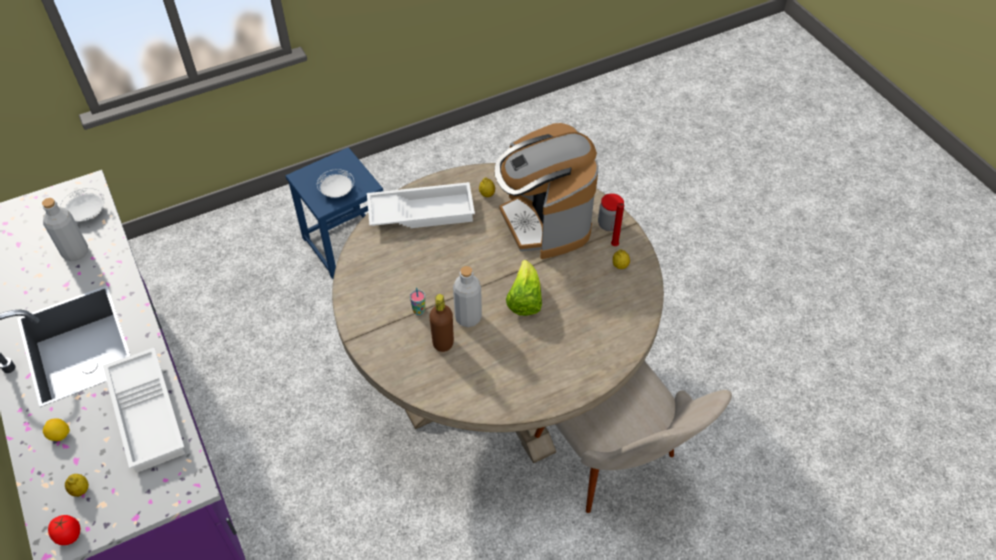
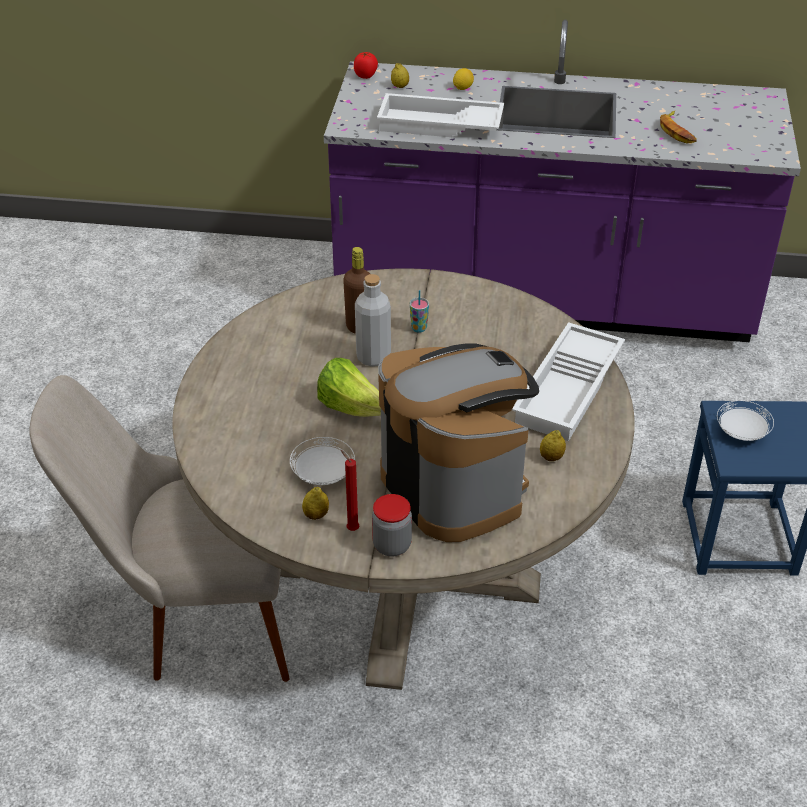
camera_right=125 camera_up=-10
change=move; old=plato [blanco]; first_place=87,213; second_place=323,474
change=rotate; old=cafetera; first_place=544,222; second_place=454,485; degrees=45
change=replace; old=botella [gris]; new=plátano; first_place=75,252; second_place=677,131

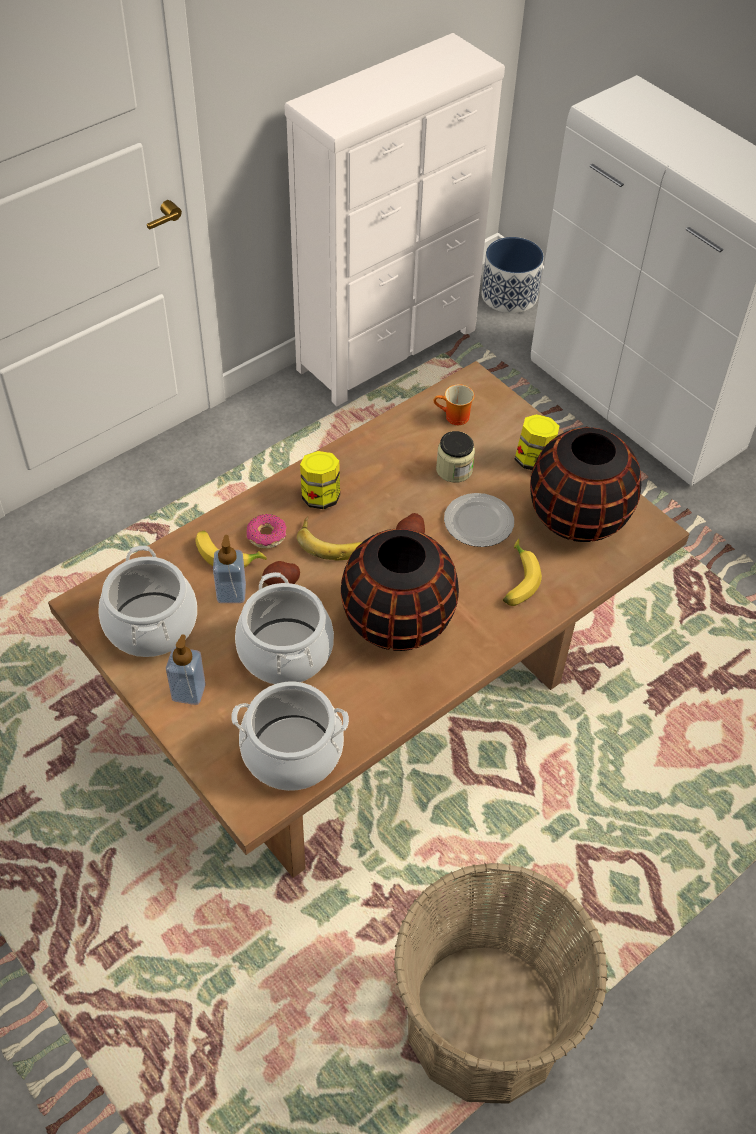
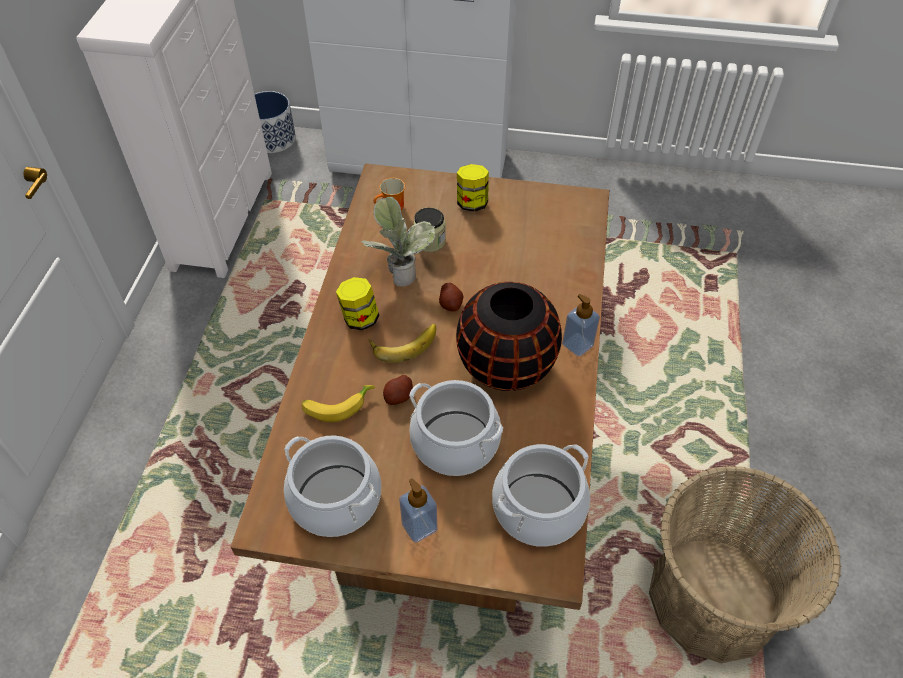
camera_right=-40 camera_up=0
change=insert; new=planta en maceta; second_place=399,272
change=move; old=dispensador de jabón; first_place=231,593; second_place=577,345
change=delete; old=rosquilla; first_place=266,536
change=delete; old=plato; first_place=478,522
change=delete; old=plátano; first_place=516,580
change=delete; old=florero [negro]; first_place=577,518

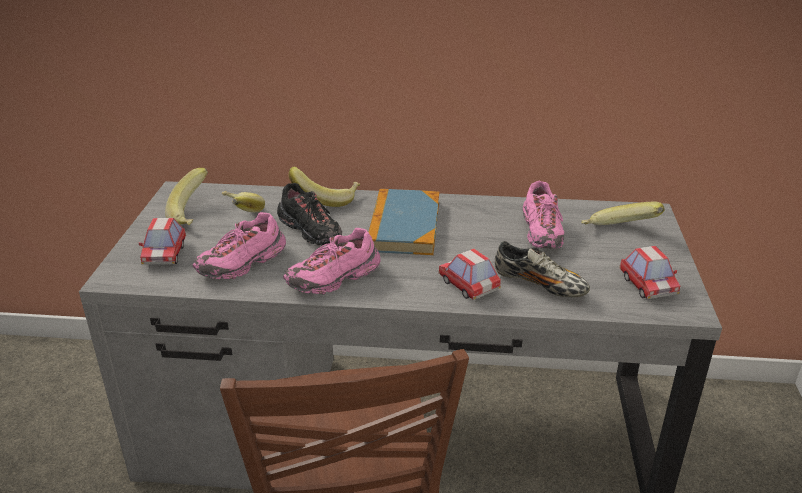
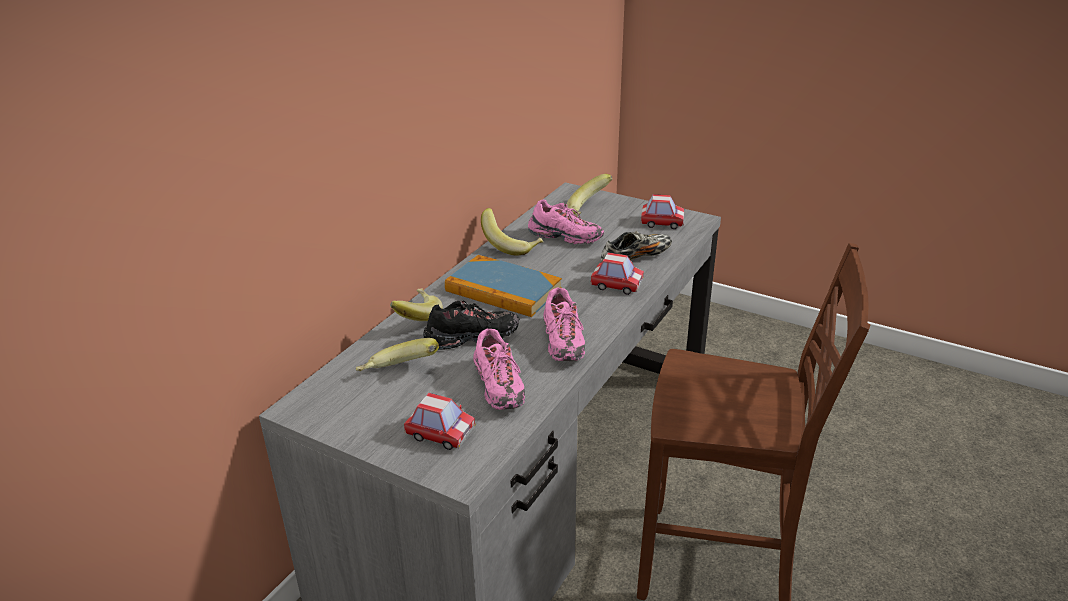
camera_right=-65 camera_up=0
change=move; old=plátano; first_place=194,215; second_place=511,245
change=rotate; old=coche de juguete; first_place=468,286; second_place=617,285; degrees=-150

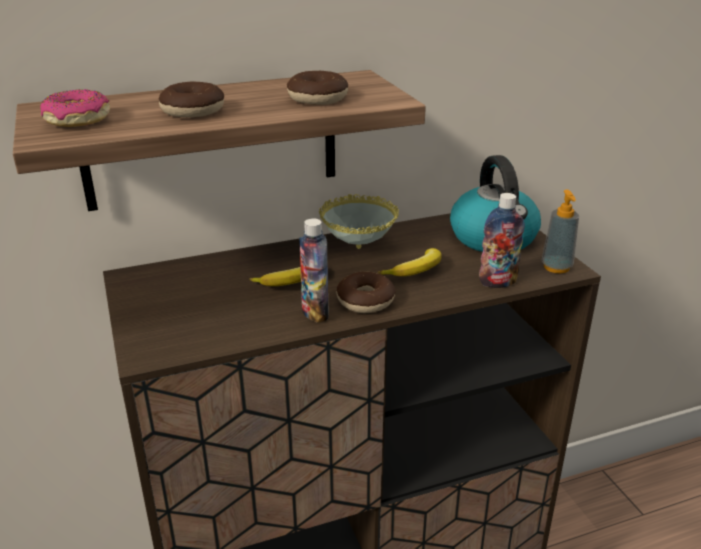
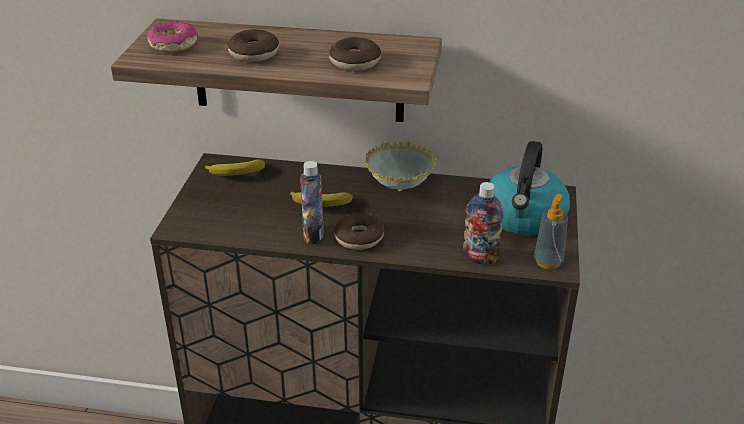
camera_right=30 camera_up=5
change=move; old=plátano; first_place=416,271; second_place=236,174

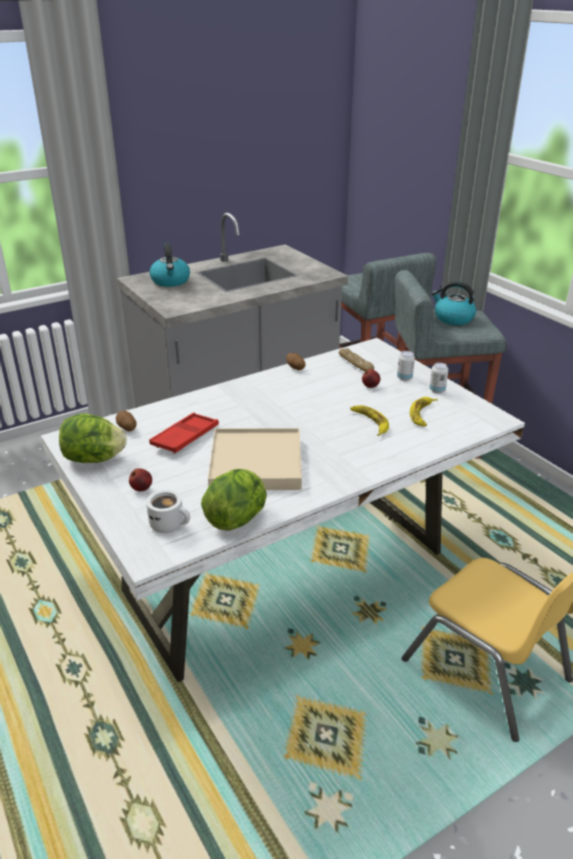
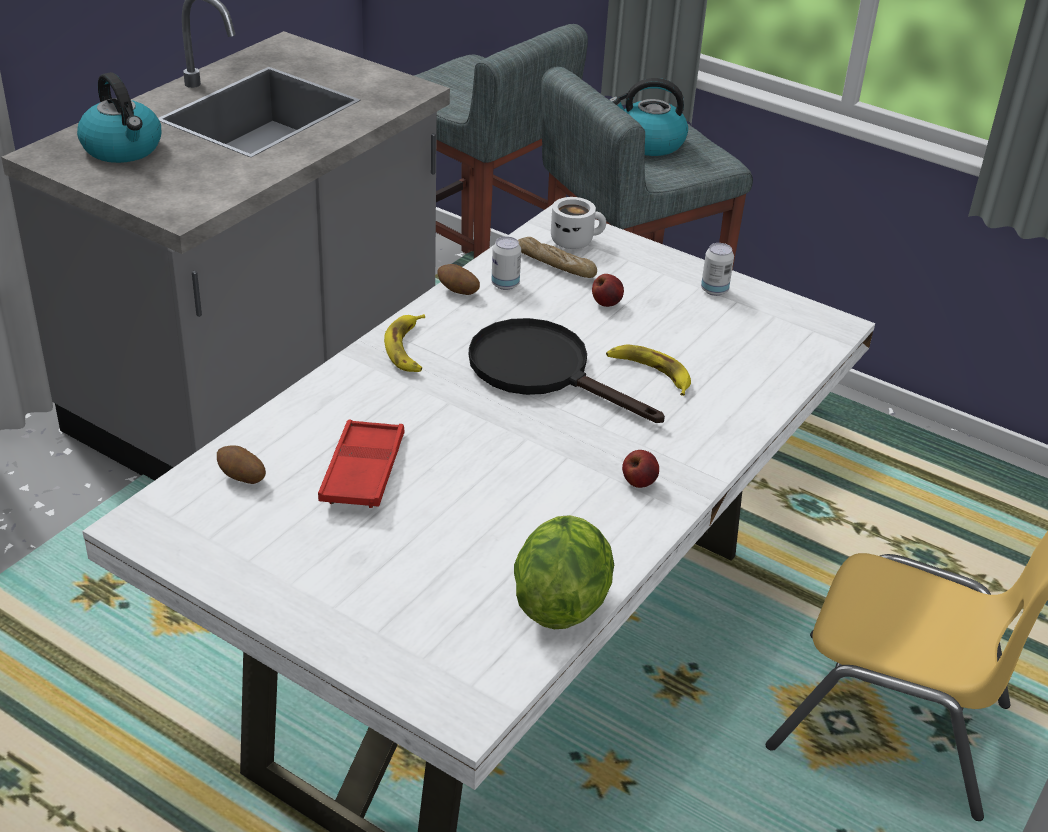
camera_right=-25 camera_up=5
change=move; old=plátano; first_place=423,414; second_place=408,349
change=insert; new=sartén [negro]; second_place=543,371
change=move; old=lata; first_place=404,378; second_place=505,284
change=move; old=taza grande [blanco]; first_place=170,524; second_place=575,240
change=move; old=manzana; first_place=141,488; second_place=638,482
change=delete; old=lechuga; first_place=94,459
change=delete; old=bandeja [beis]; first_place=256,463

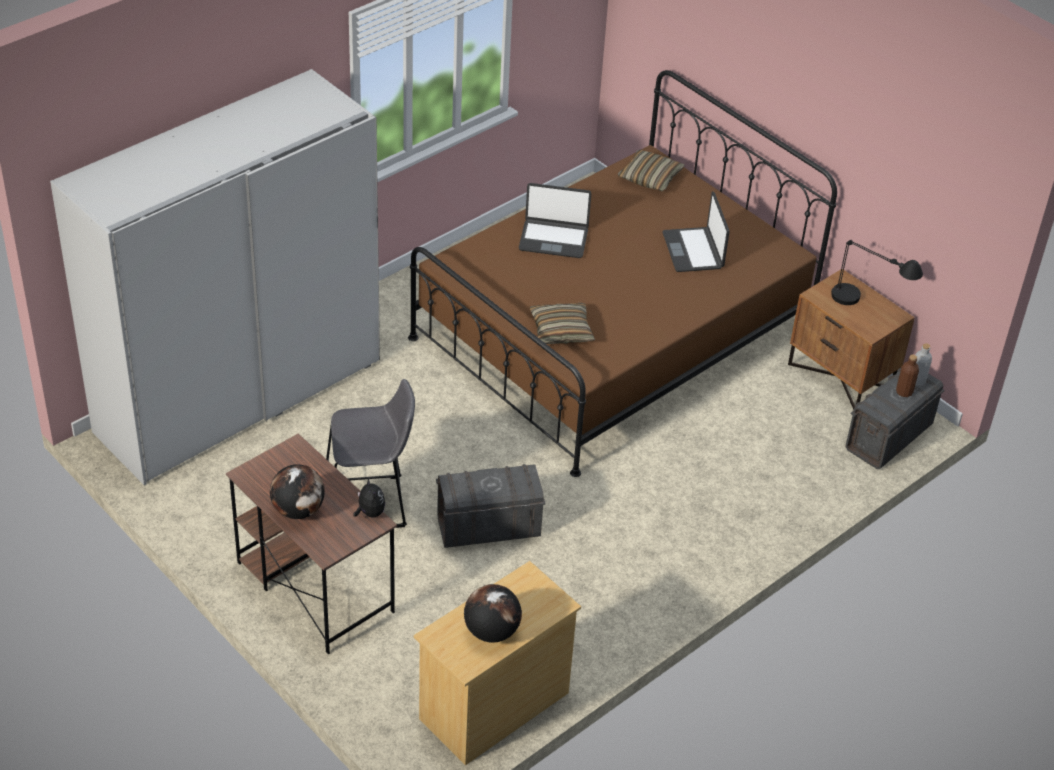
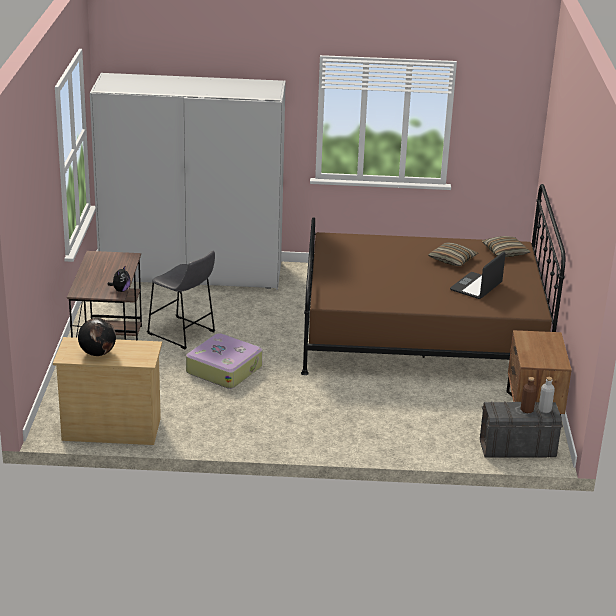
camera_right=45 camera_up=-15
change=replace; old=caja de almacenaje [gris]; new=maleta; first_place=488,527; second_place=224,369
change=move; old=cojín; first_place=561,331; second_place=452,260
change=delete; old=globo terráqueo; first_place=298,510
change=delete; old=portátil; first_place=553,239
change=delete; old=lámpara de mesa [negro]; first_place=868,306

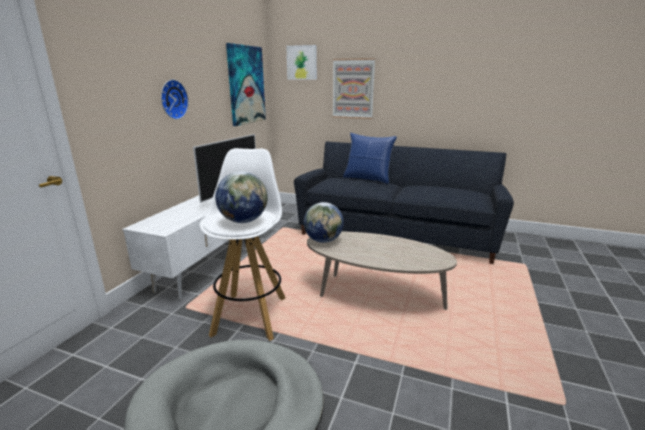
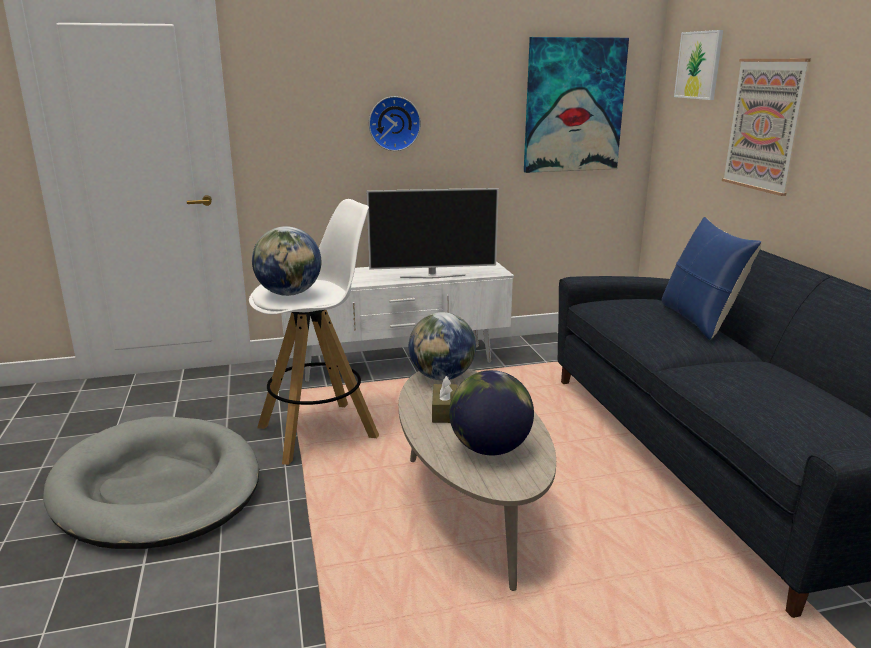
camera_right=55 camera_up=0
change=insert; new=caja de pañuelos [marrón]; second_place=444,411
change=insert; new=globo terráqueo; second_place=489,448

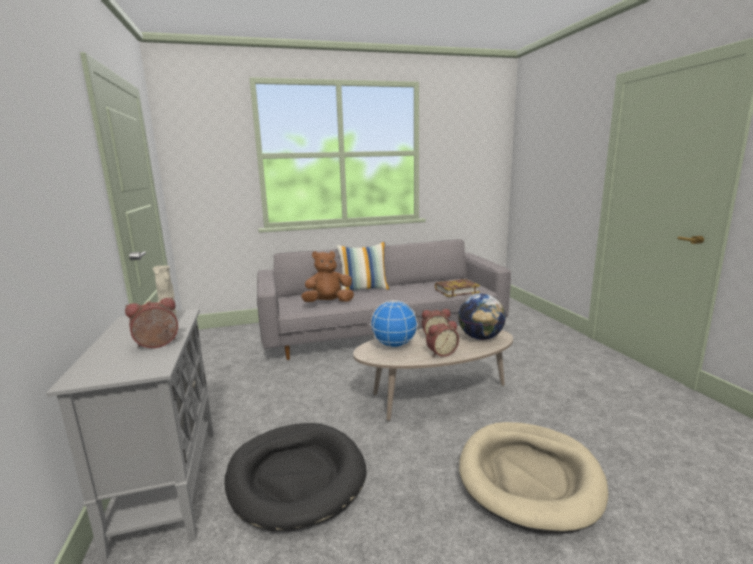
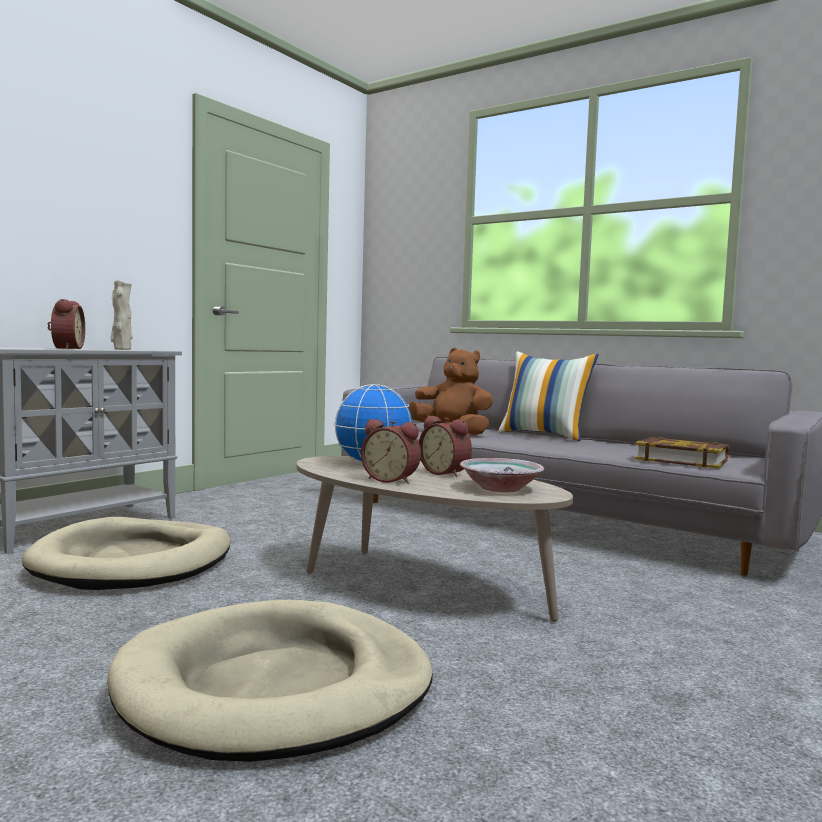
camera_right=50 camera_up=-10
change=recolor; old=cama para perro [negro]; new=cama para perro [beis]; first_place=296,477; second_place=134,562
change=rotate; old=despertador; first_place=157,345; second_place=65,348; degrees=60
change=replace; old=globo terráqueo; new=cuenco; first_place=480,338; second_place=500,488

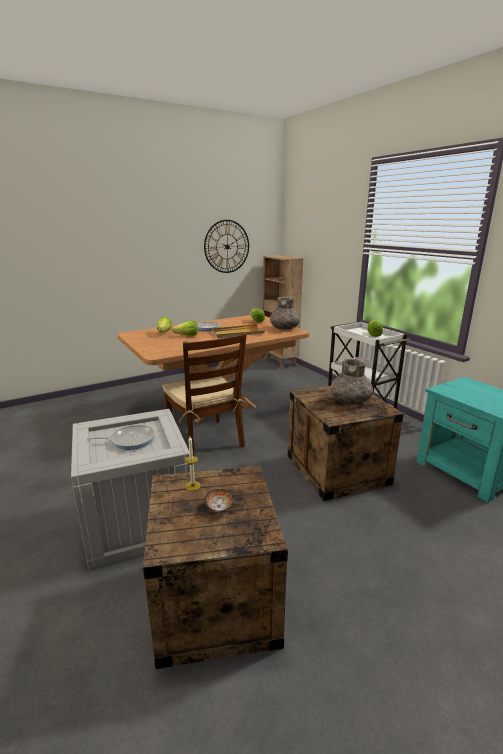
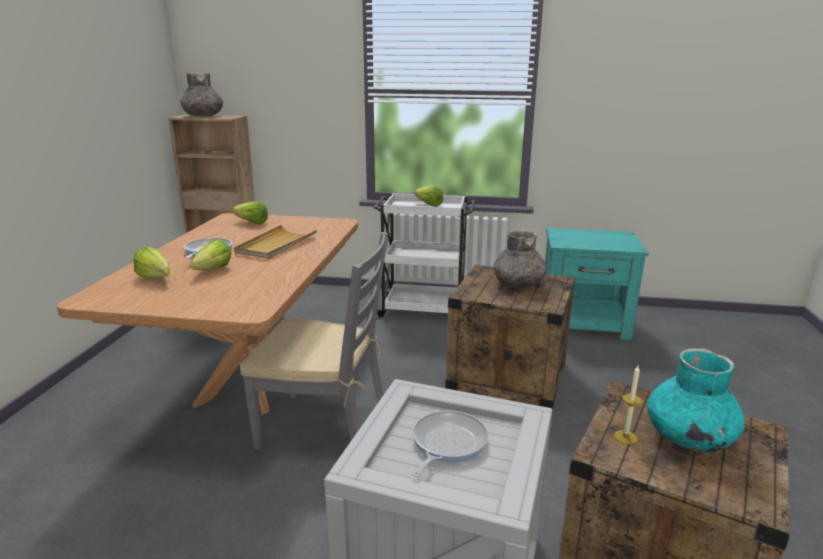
camera_right=-50 camera_up=0
change=move; old=florero [gris]; first_place=284,328; second_place=203,116
change=recolor; old=silla [marrón]; new=silla [gris]; first_place=206,440; second_place=325,426
change=replace; old=cuenco; new=florero [turquesa]; first_place=219,507; second_place=688,437
change=delete; old=reloj de pared; first_place=227,246

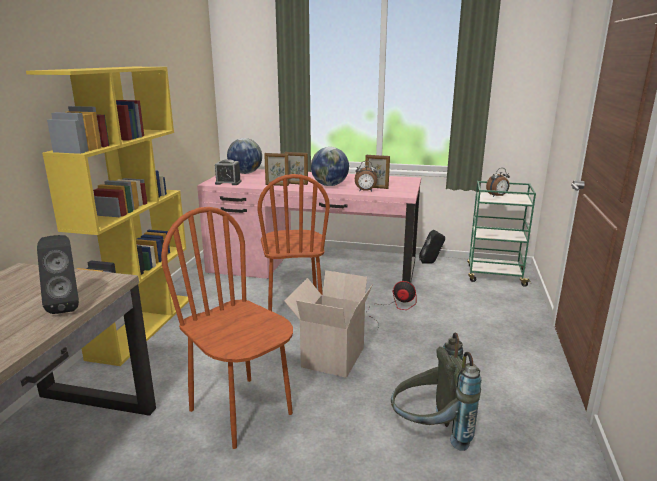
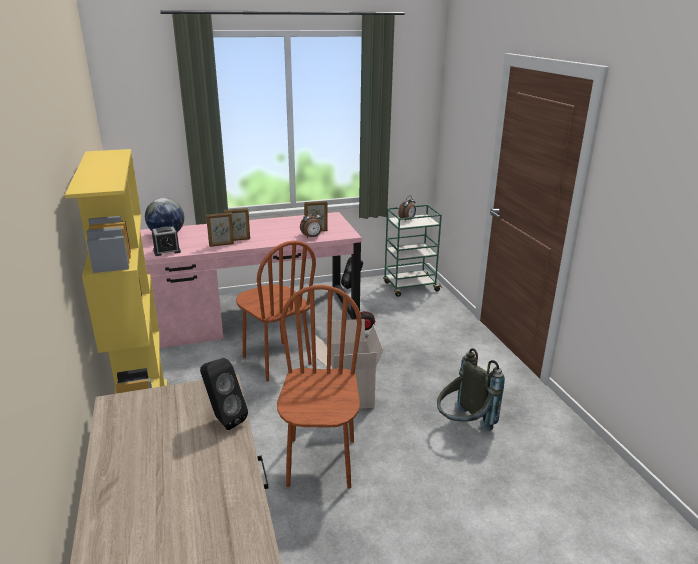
camera_right=-30 camera_up=5
change=rotate; old=silla [marrón]; first_place=241,411; second_place=320,462; degrees=75
change=delete; old=globo terráqueo; first_place=329,185

